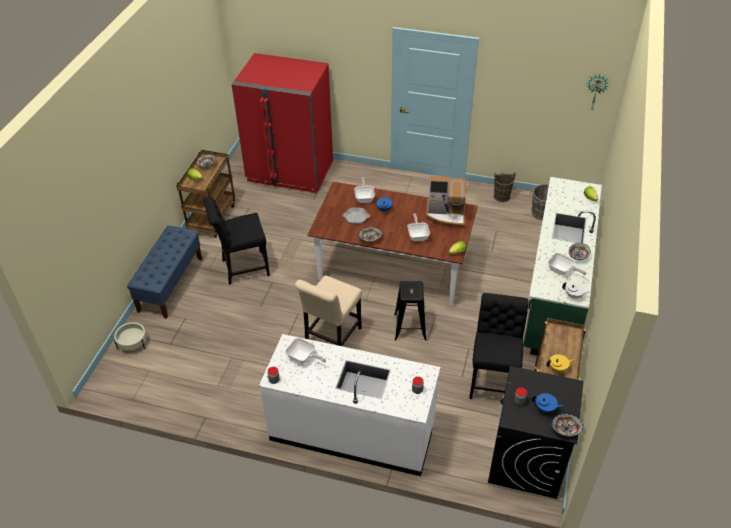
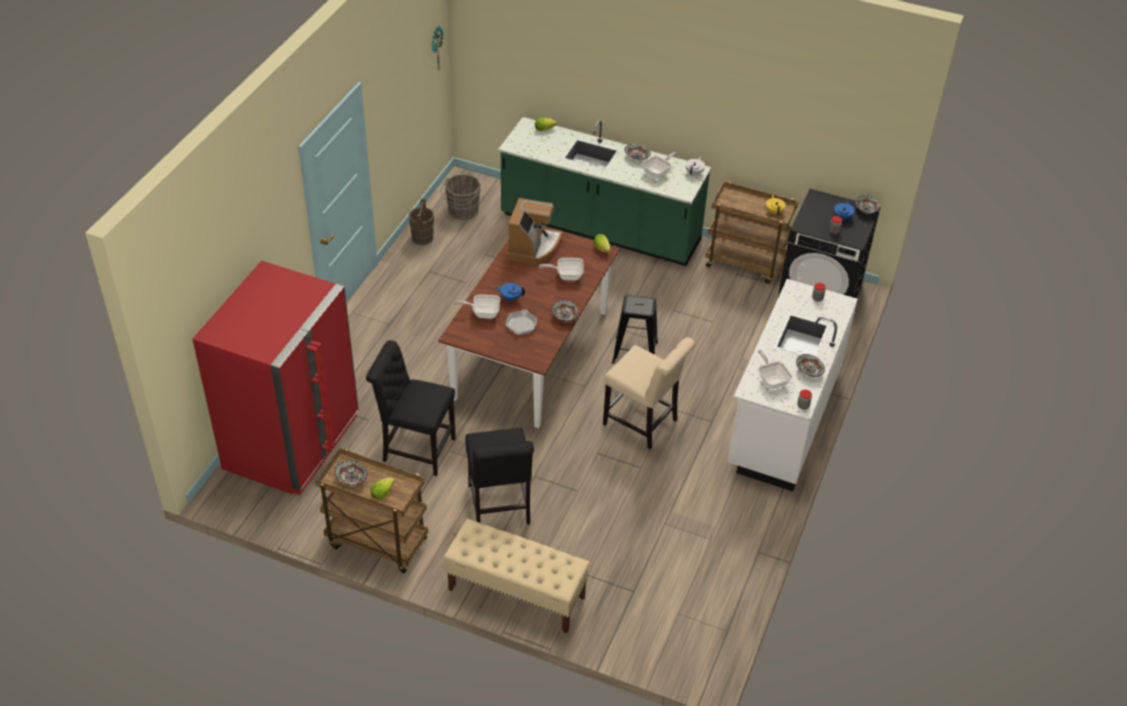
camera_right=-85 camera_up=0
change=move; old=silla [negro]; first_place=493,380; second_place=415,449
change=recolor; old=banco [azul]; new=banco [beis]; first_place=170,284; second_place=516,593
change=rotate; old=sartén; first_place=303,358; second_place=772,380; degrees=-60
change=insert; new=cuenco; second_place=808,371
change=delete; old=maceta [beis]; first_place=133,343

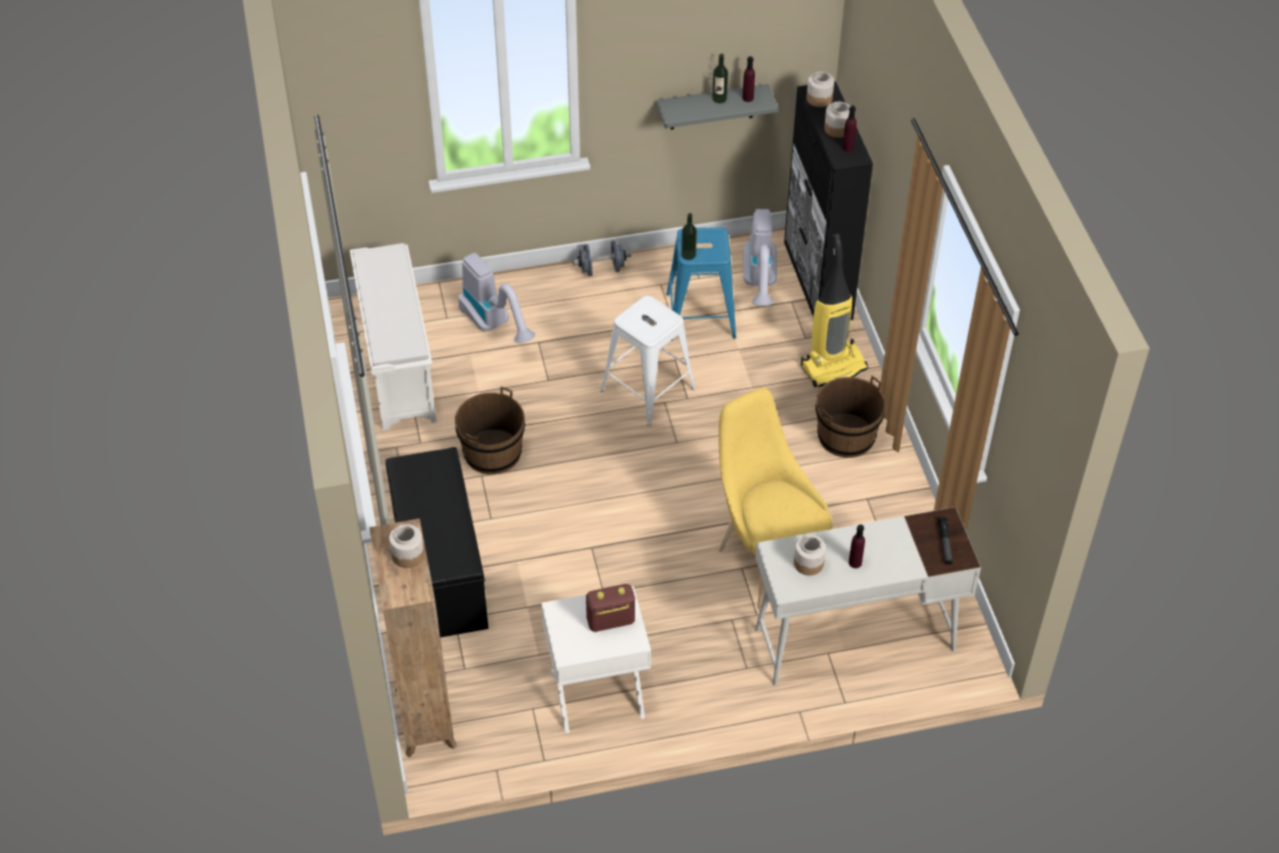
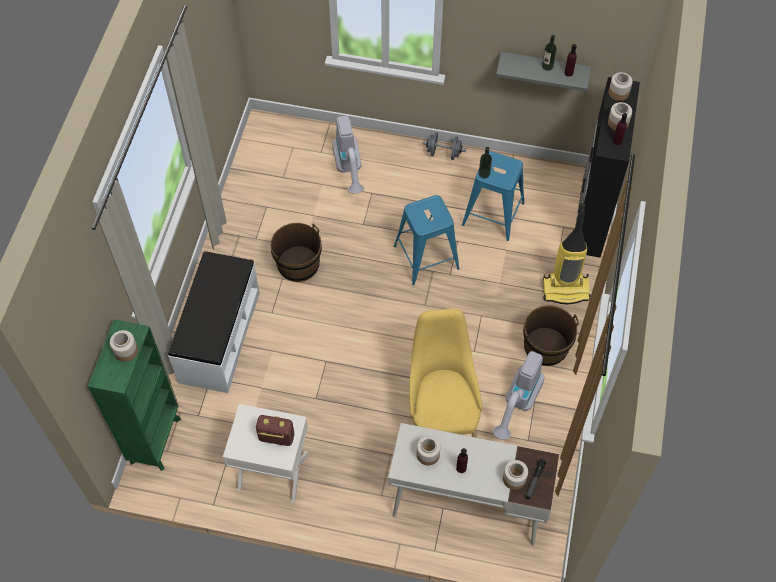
camera_right=25 camera_up=10
change=recolor; old=estantería [marrón]; new=estantería [verde]; first_place=425,715; second_place=156,439
change=recolor; old=banco [negro]; new=banco [blanco]; first_place=438,570; second_place=219,337
change=recolor; old=taburete [blanco]; new=taburete [azul]; first_place=647,390; second_place=426,257
change=move; old=aspiradora; first_place=760,284; second_place=518,405
change=insert; new=tarro; second_place=514,479
change=delete; old=zapatero [blanco]; first_place=397,368

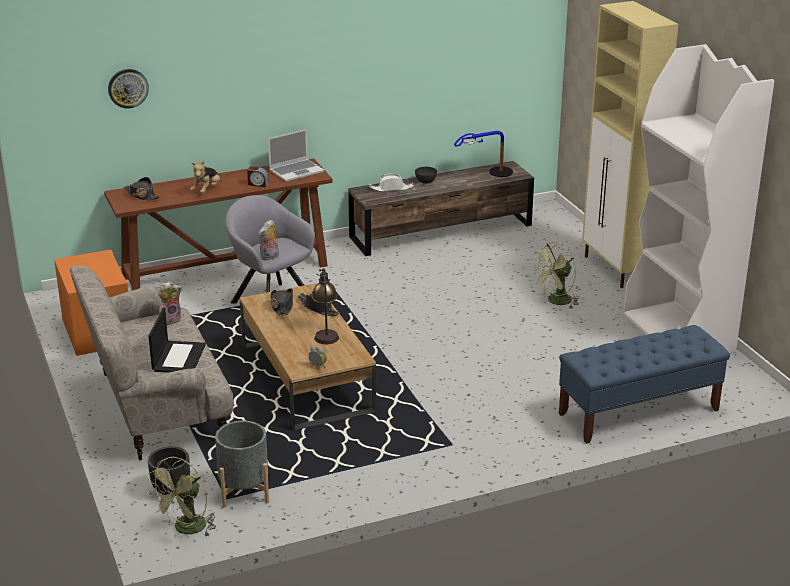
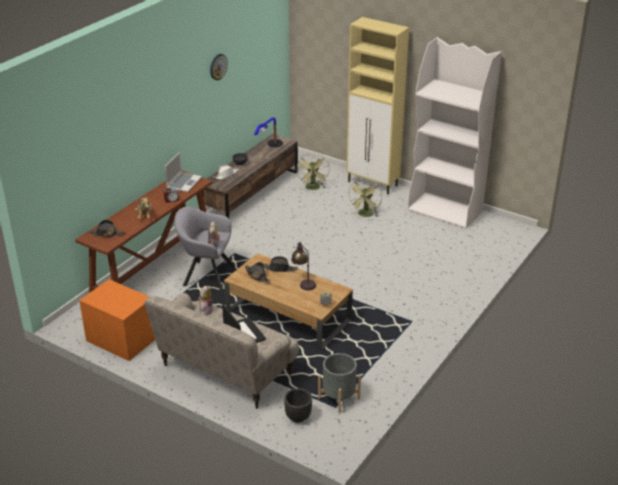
camera_right=-35 camera_up=5
change=move; old=reloj de pared; first_place=128,88; second_place=218,66
change=move; old=ventilador [verde]; first_place=186,529; second_place=313,188
change=delete; old=banco [azul]; first_place=638,412

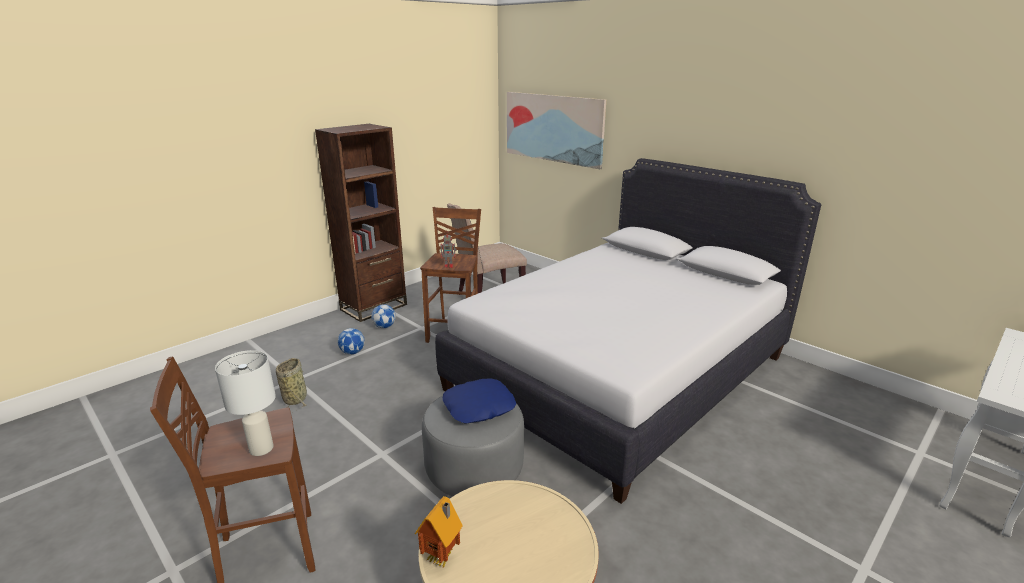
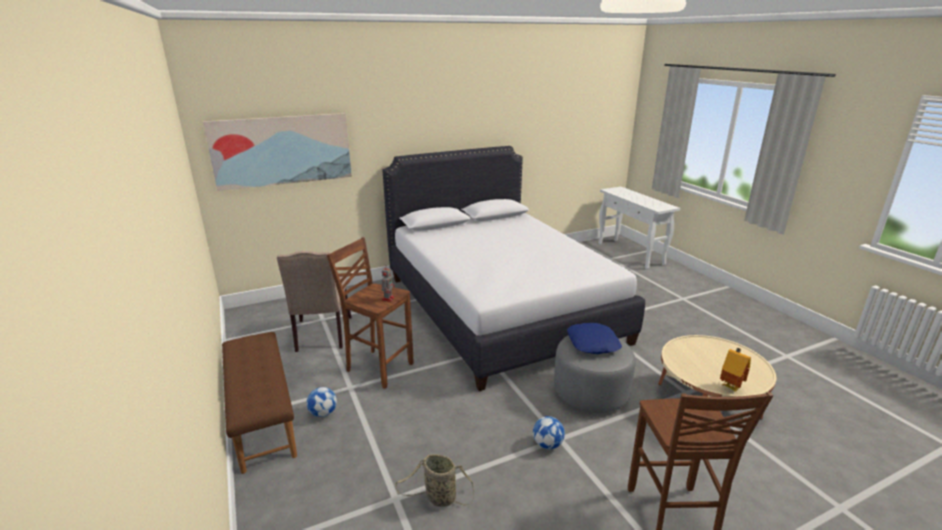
camera_right=-70 camera_up=0
change=replace; old=estantería [marrón]; new=banco [marrón]; first_place=374,307; second_place=261,416
change=move; old=balón de fútbol; first_place=352,352; second_place=547,444
change=delete; old=lámpara de mesa [blanco]; first_place=261,449

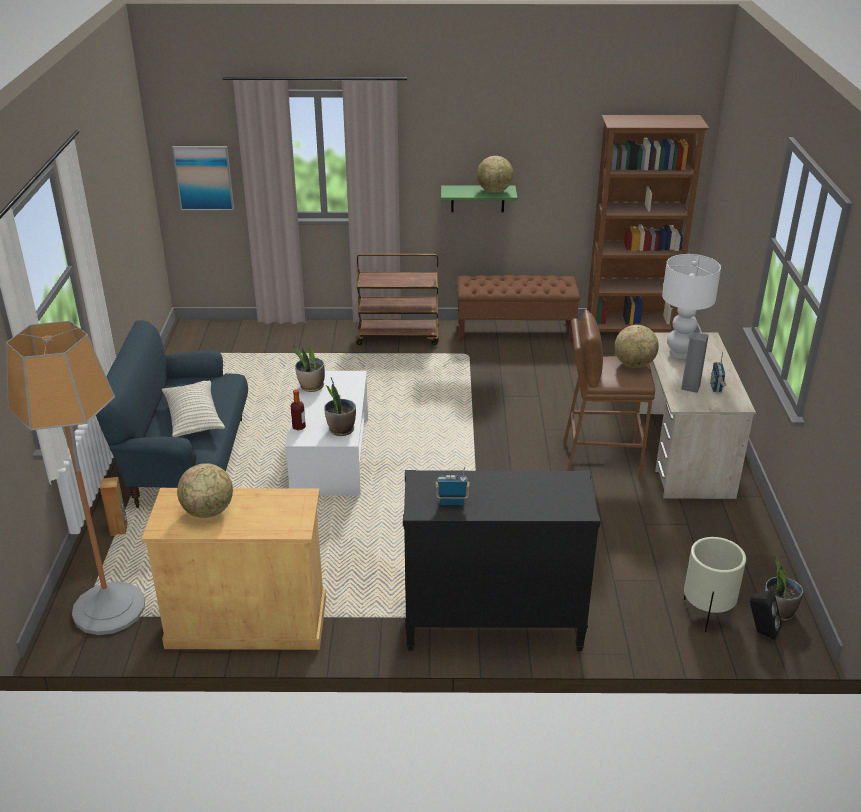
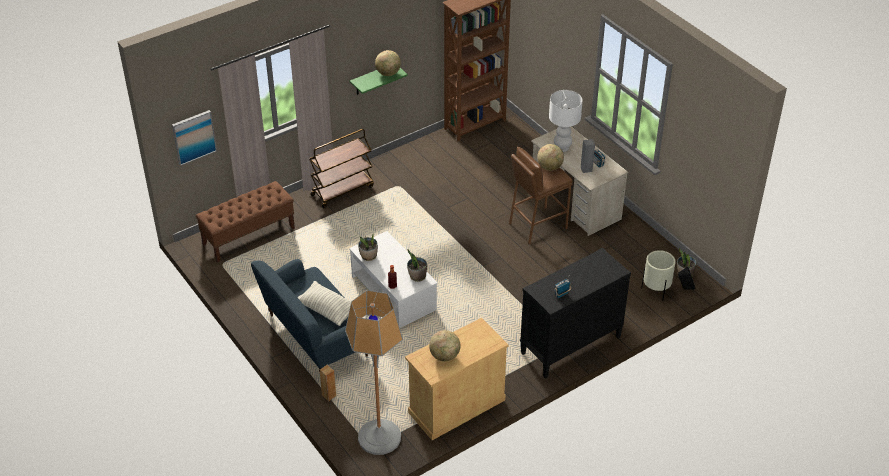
camera_right=-35 camera_up=10
change=move; old=banco [marrón]; first_place=515,332; second_place=249,236

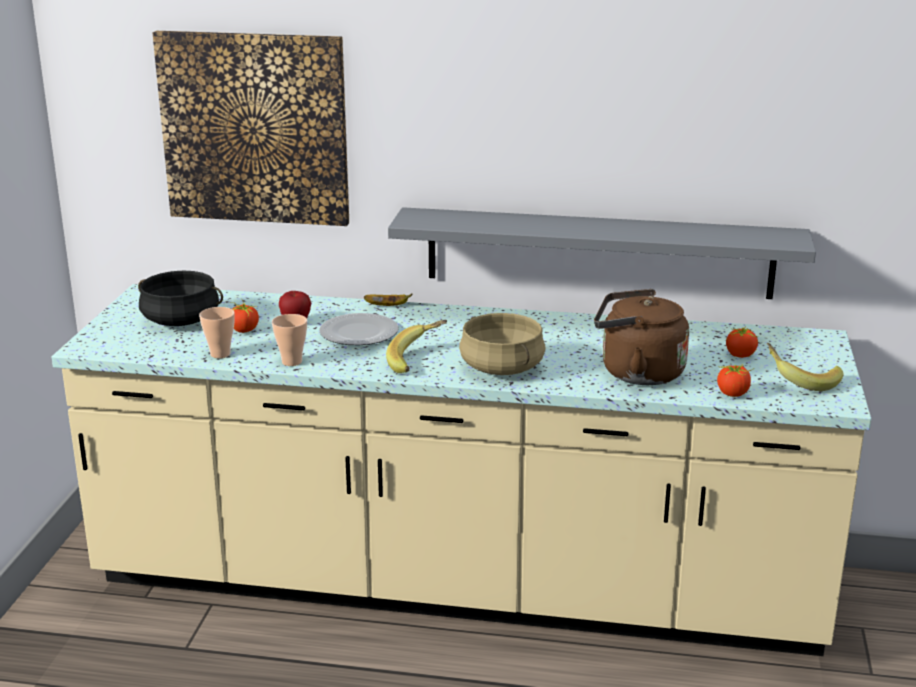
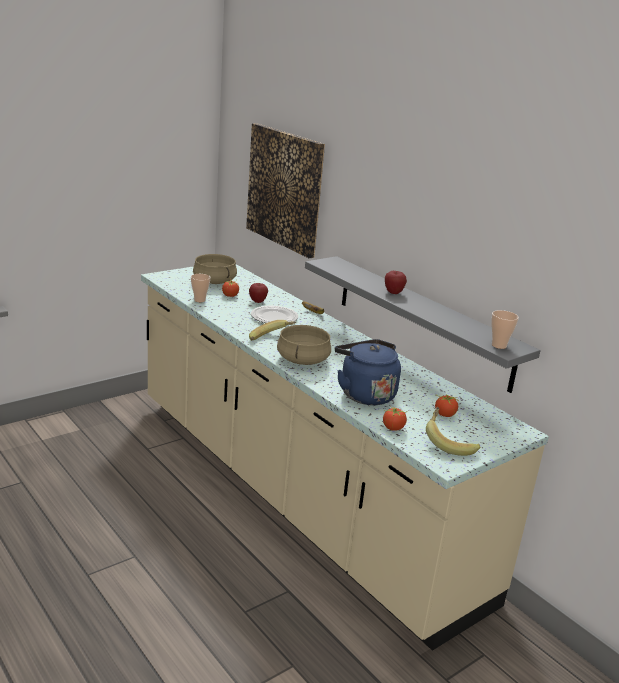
camera_right=40 camera_up=0
change=recolor; old=olla [negro]; new=olla [beis]; first_place=181,320; second_place=215,281
change=recolor; old=hervidor [marrón]; new=hervidor [azul]; first_place=636,373; second_place=364,394
change=insert; new=manzana; second_place=393,293
change=move; old=taza; first_place=292,362; second_place=499,345

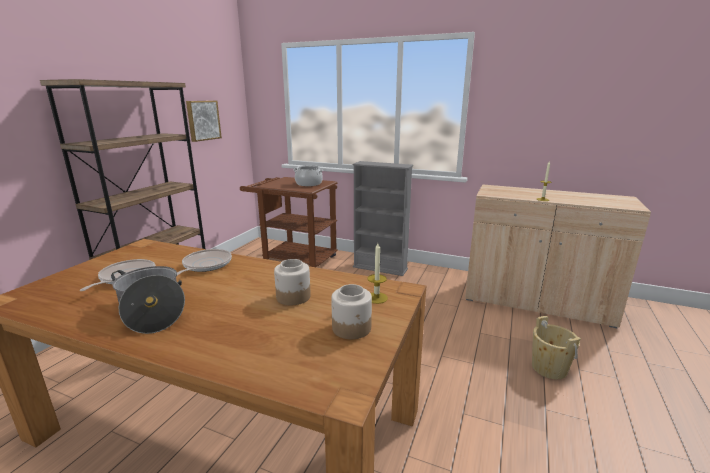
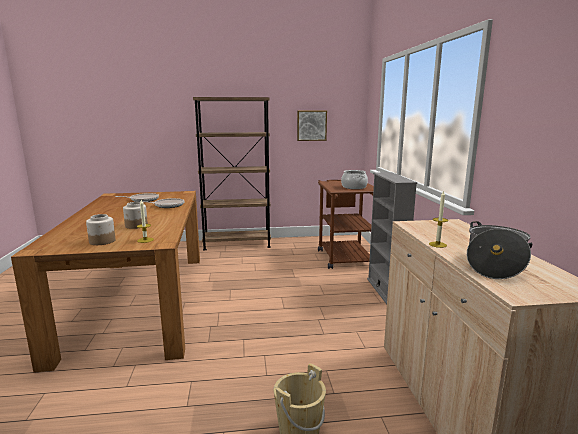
camera_right=60 camera_up=-5
change=move; old=olla; first_place=152,311; second_place=494,264

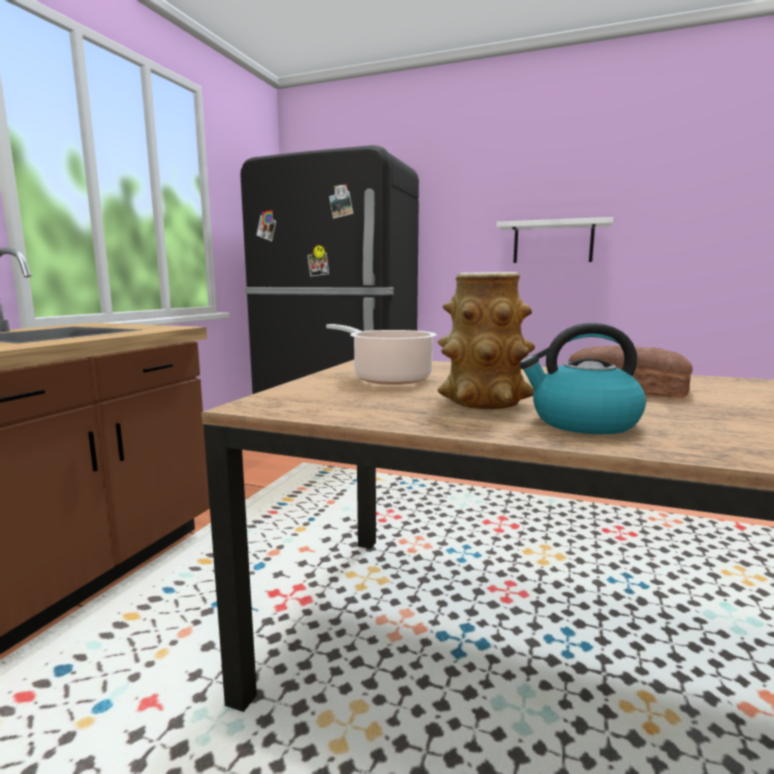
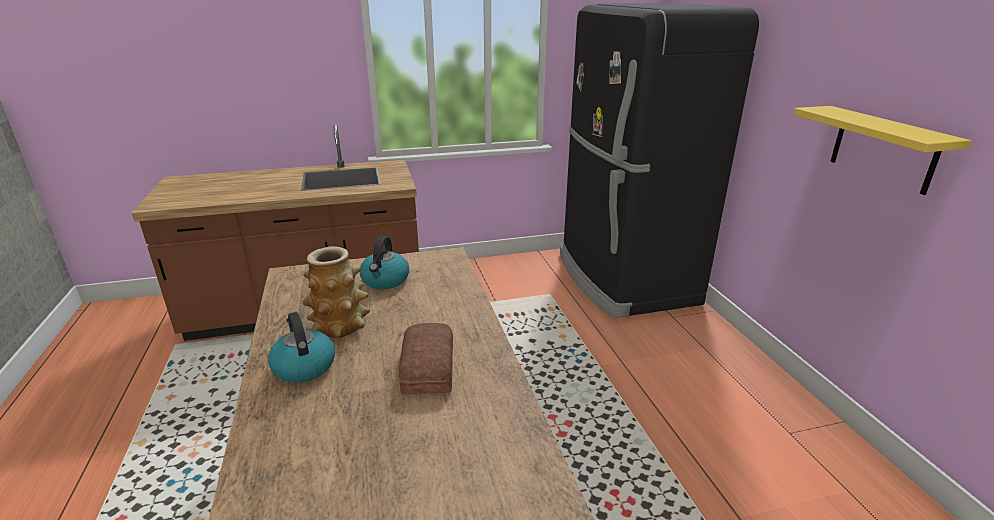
camera_right=55 camera_up=15
change=replace; old=olla; new=hervidor; first_place=388,378; second_place=385,280
change=recolor; old=estante [blanco]; new=estante [amarillo]; first_place=553,242; second_place=883,149

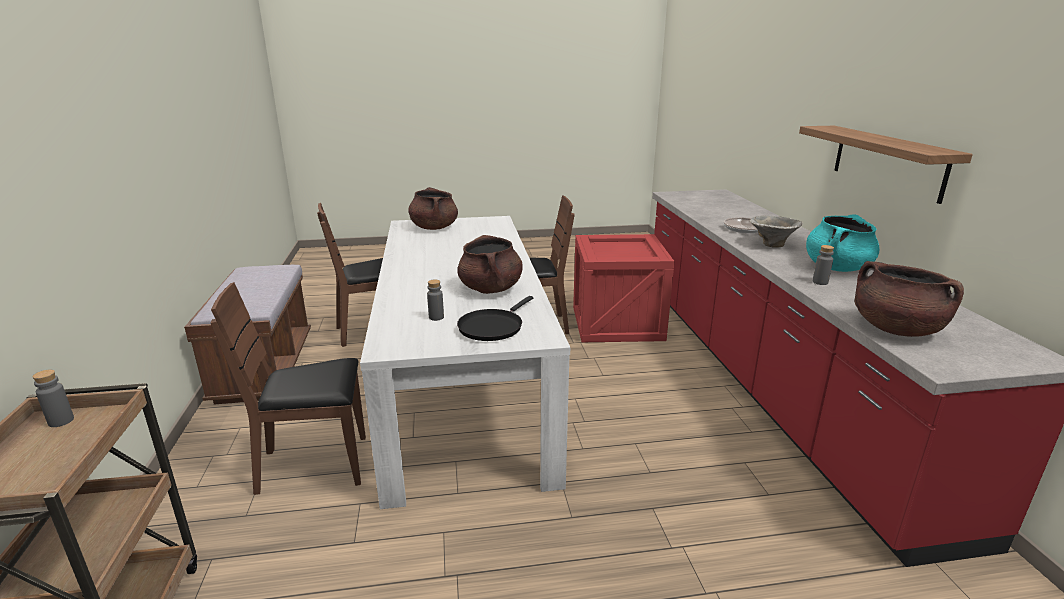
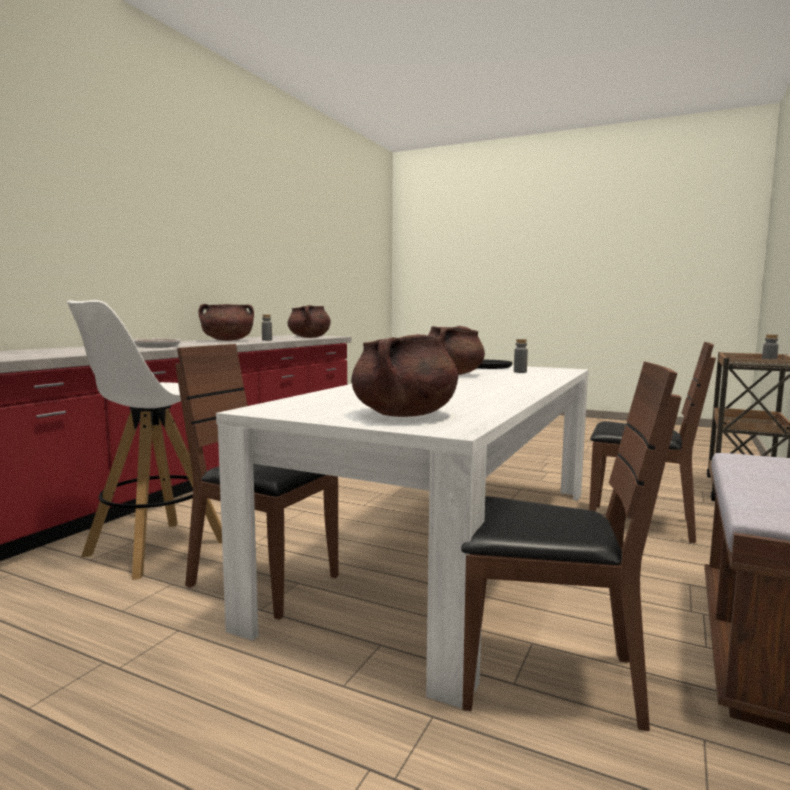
camera_right=-145 camera_up=-15
change=replace; old=caja de embalaje; new=taburete [blanco]; first_place=618,322; second_place=155,549
change=recolor; old=olla [turquesa]; new=olla [marrón]; first_place=837,268; second_place=227,340
change=delete; old=cuenco; first_place=771,245
change=delete; old=estante; first_place=887,161

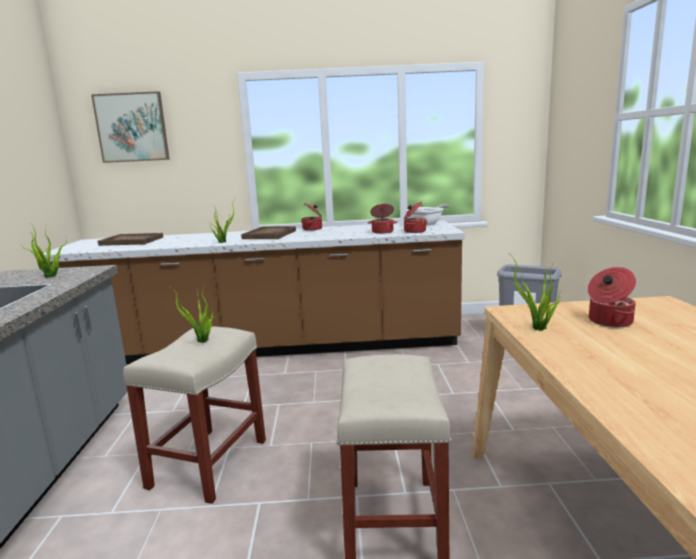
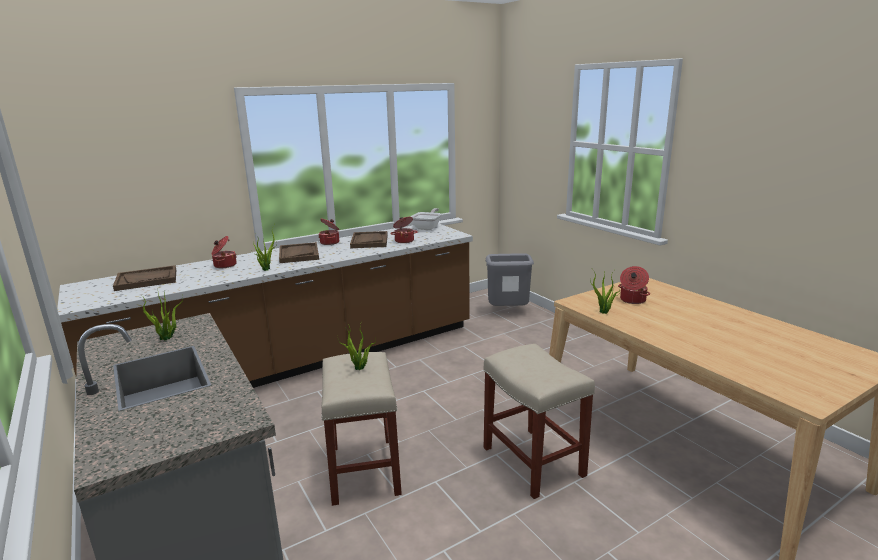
camera_right=-30 camera_up=5
change=move; old=olla; first_place=414,231; second_place=224,265
change=insert; new=bandeja [marrón]; second_place=369,241
change=delete; old=cuadro; first_place=132,127

